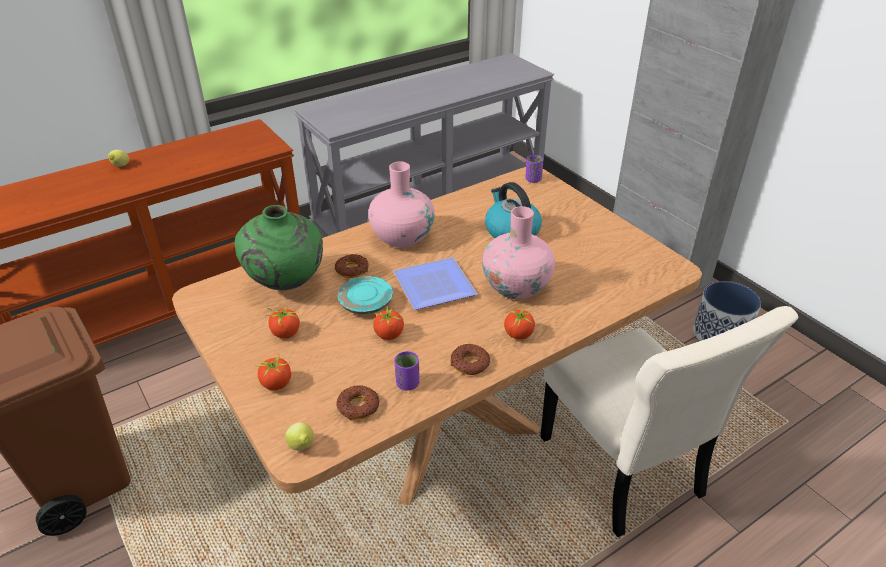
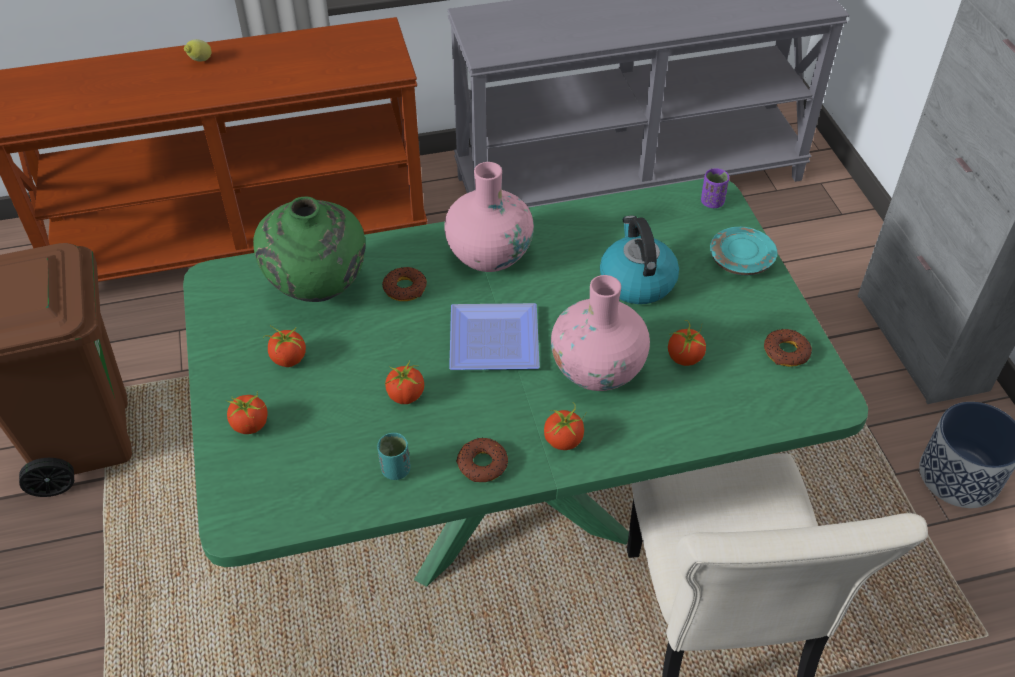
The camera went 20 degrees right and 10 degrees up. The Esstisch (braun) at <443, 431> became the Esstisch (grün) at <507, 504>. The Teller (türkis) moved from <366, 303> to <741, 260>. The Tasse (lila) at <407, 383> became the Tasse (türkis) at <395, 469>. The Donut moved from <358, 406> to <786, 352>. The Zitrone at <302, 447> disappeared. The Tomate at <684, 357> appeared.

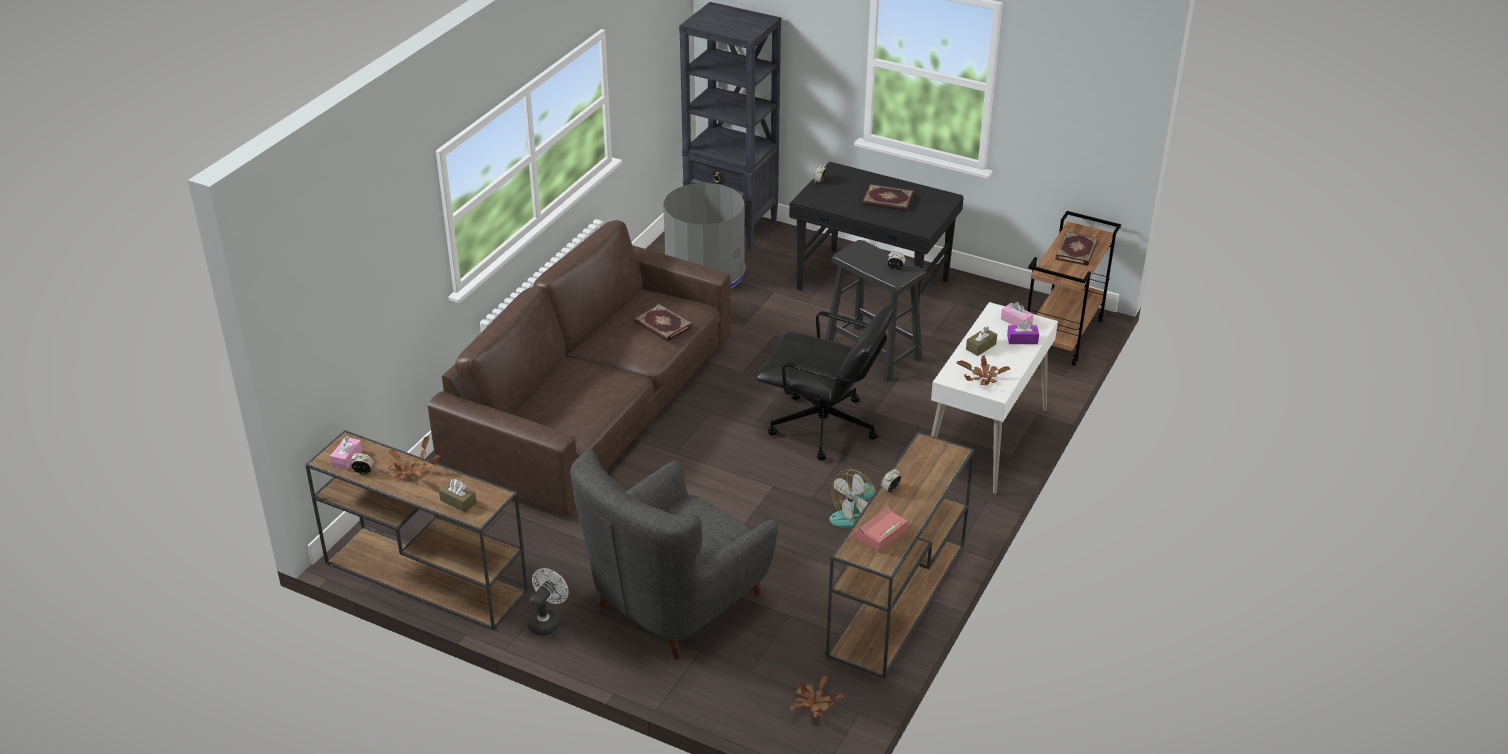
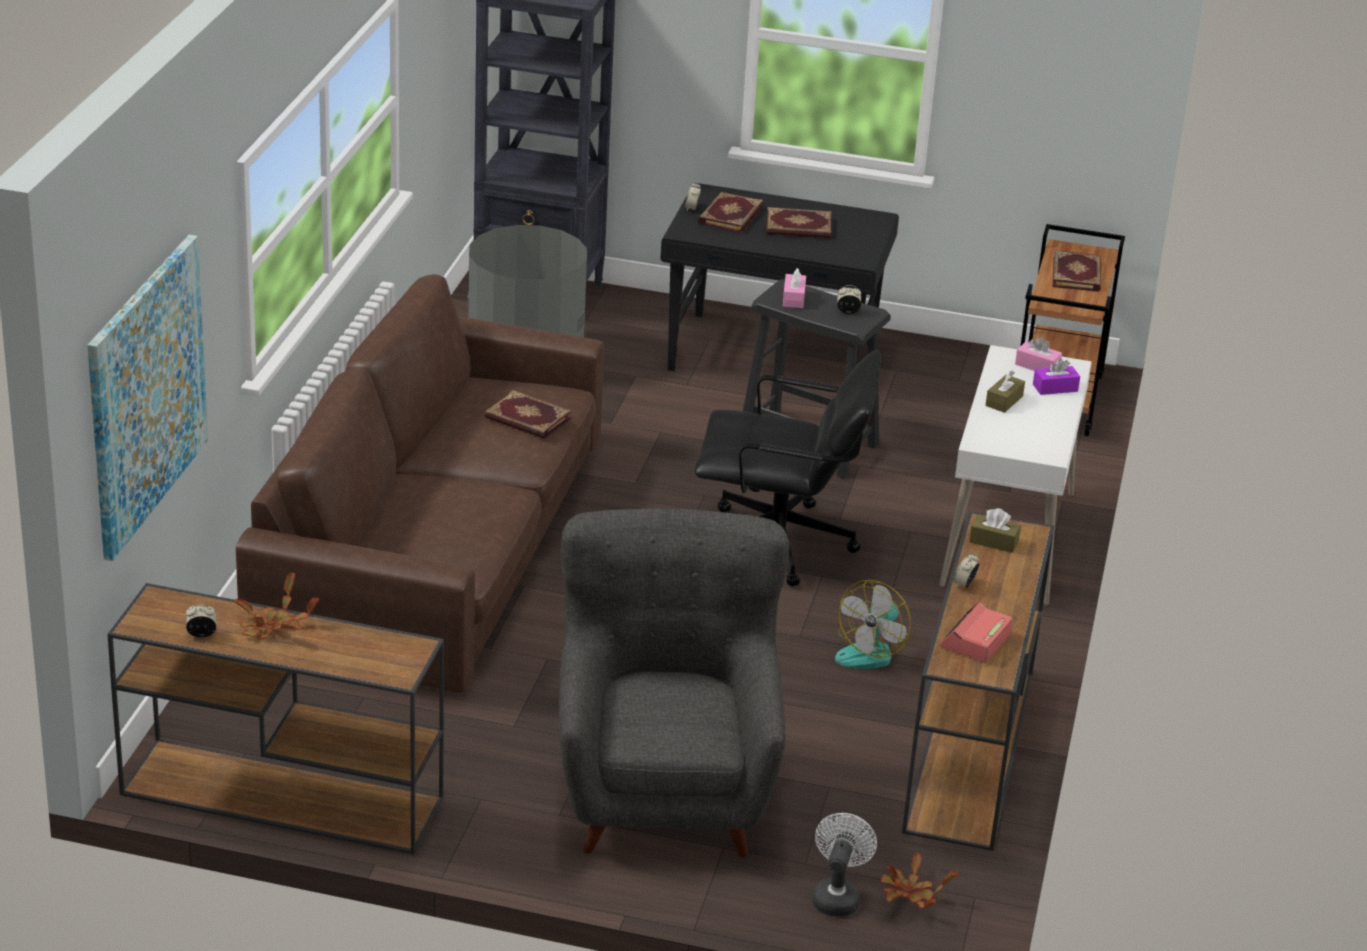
The camera went 15 degrees left and 5 degrees down. The Topfpflanze at <982, 378> disappeared. The Taschentuchbox (rosa) moved from <347, 458> to <793, 298>. The Sessel (grau) at <675, 603> turned 150 degrees clockwise. The Taschentuchbox (braun) moved from <458, 501> to <994, 541>. The Ventilator (weiß) moved from <547, 621> to <837, 896>. The Buch at <729, 215> appeared. The Bild at <146, 394> appeared.

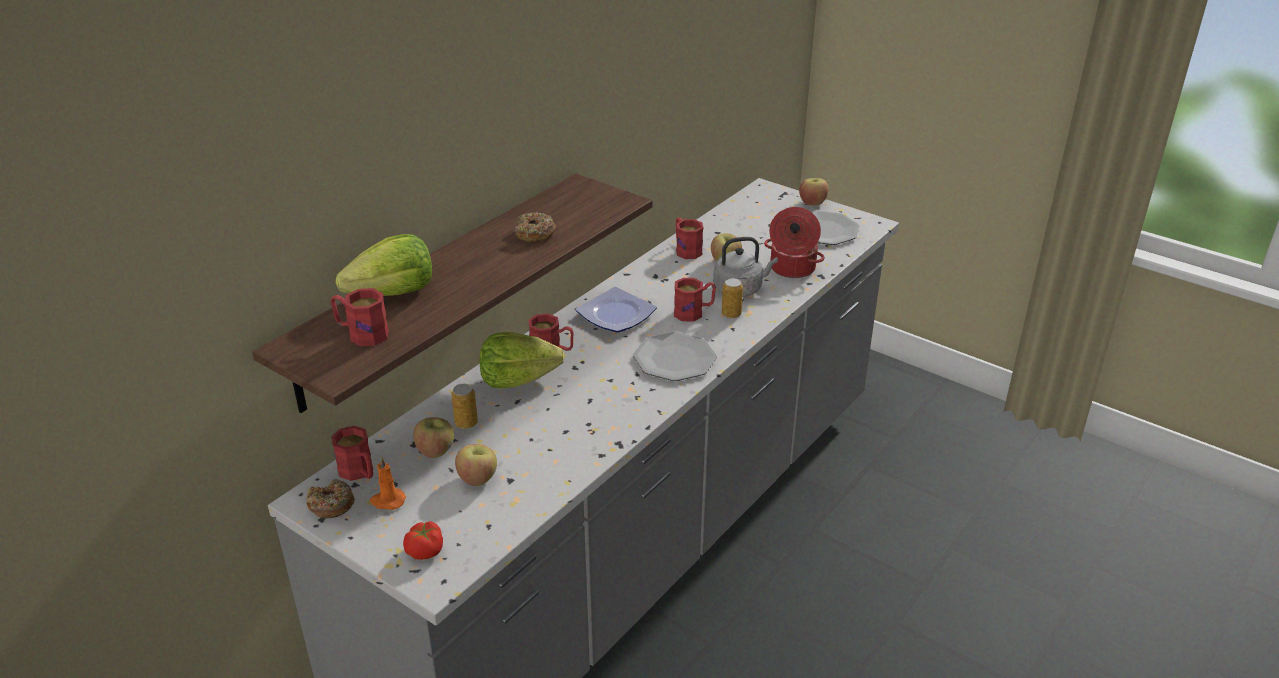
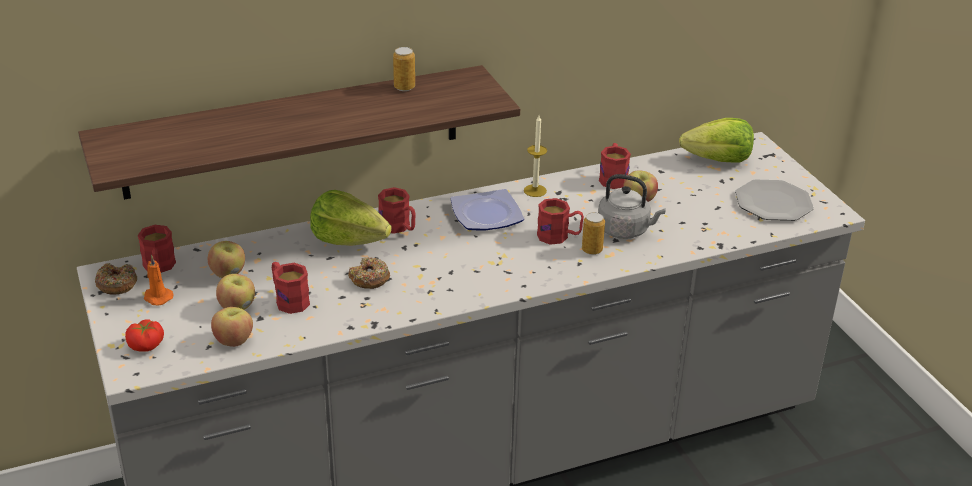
The camera went 30 degrees right and 0 degrees up. The Apfel moved from <812, 203> to <234, 340>. The Kochtopf at <791, 268> disappeared. The Donut moved from <535, 234> to <369, 279>. The Salatkopf moved from <393, 293> to <718, 160>. The Henkelbecher (rot) moved from <361, 333> to <288, 299>. The Teller at <674, 359> disappeared. The Dose moved from <466, 423> to <404, 87>. The Kerze at <535, 190> appeared.

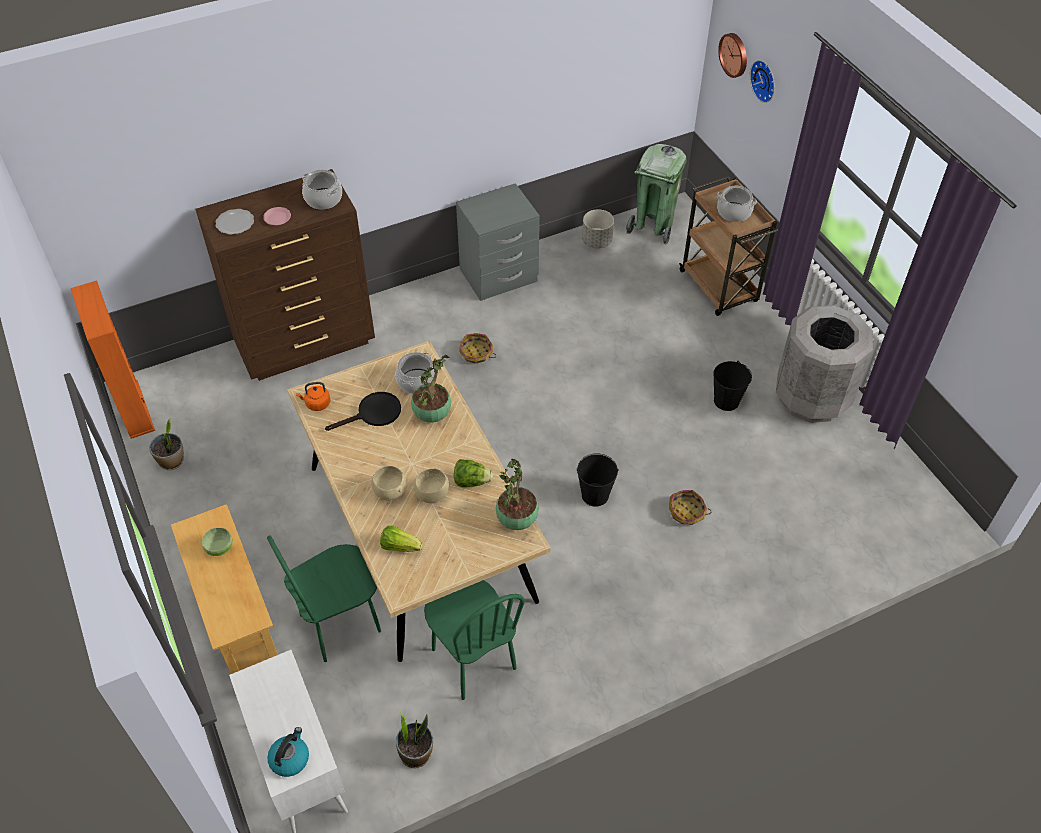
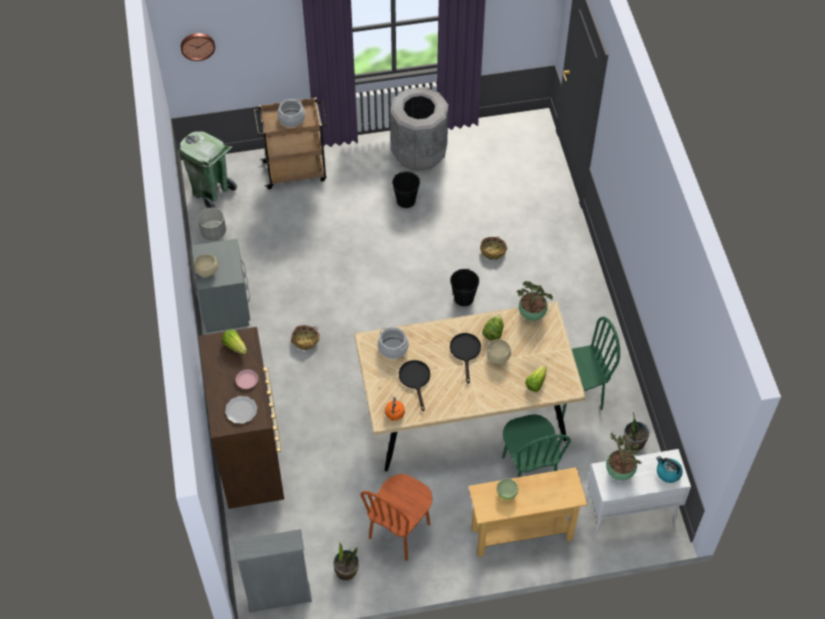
The camera went 75 degrees left and 5 degrees up. The Wanduhr at <765, 80> disappeared. The Kochtopf at <324, 199> was replaced by the Salatkopf at <235, 346>. The Bücherregal (orange) at <134, 409> became the Bücherregal (grau) at <279, 597>. The Topfpflanze moved from <432, 414> to <618, 471>. The Schüssel (beige) moved from <389, 491> to <206, 271>. The Pfanne (schwarz) at <465, 352> appeared. The Stuhl (braun) at <400, 531> appeared.

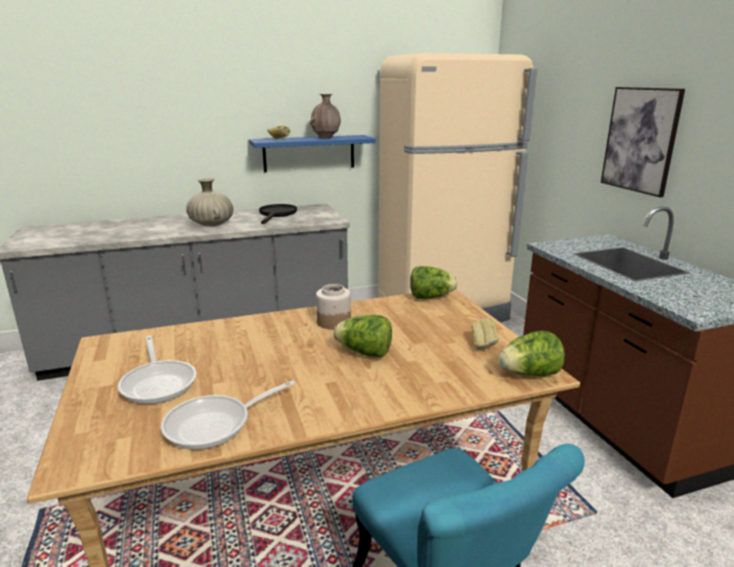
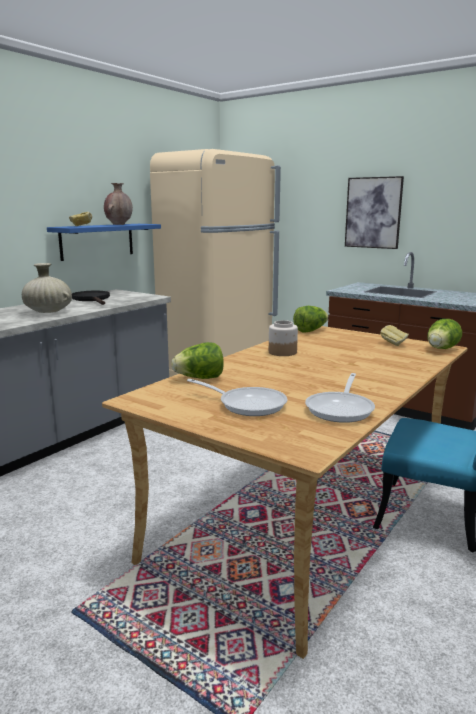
The camera went 35 degrees left and 5 degrees down. The Salatkopf moved from <364, 353> to <200, 378>.

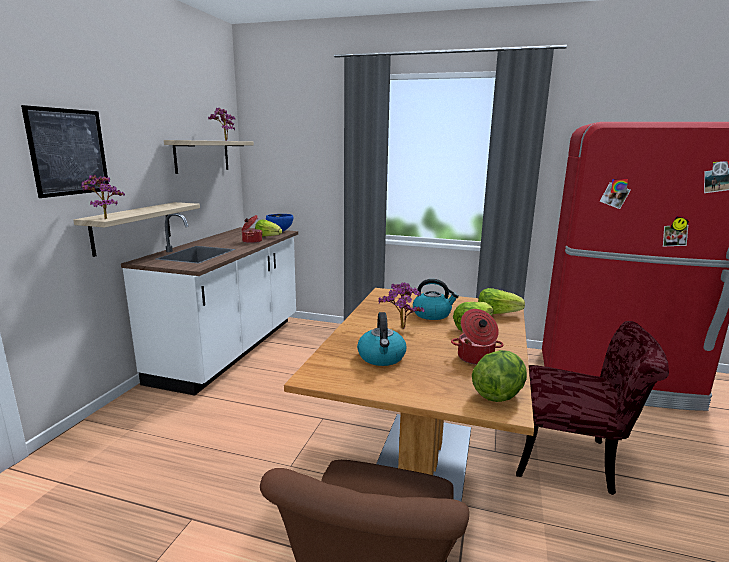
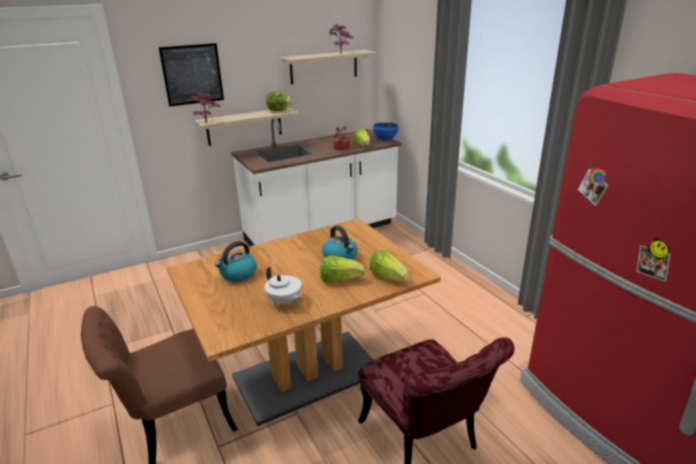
The camera went 45 degrees right and 10 degrees up. The Topfpflanze at <401, 329> disappeared. The Kochtopf at <475, 358> was replaced by the Teekanne (weiß) at <284, 301>. The Salatkopf moved from <498, 395> to <278, 110>.

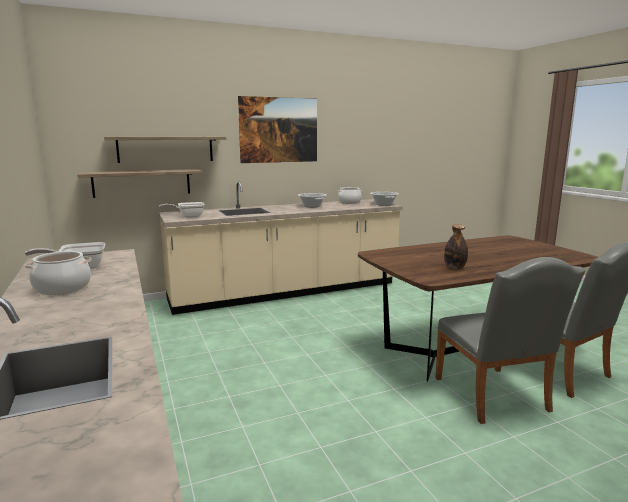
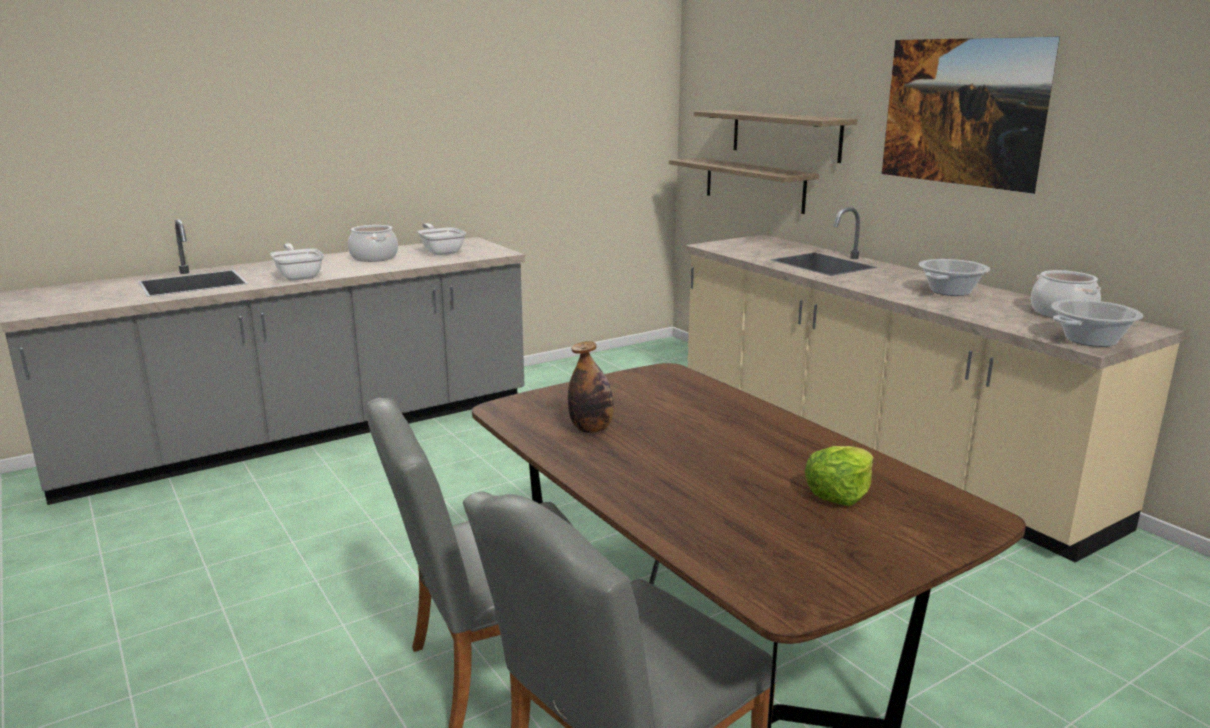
The camera went 80 degrees right and 5 degrees up. The Pfanne moved from <188, 216> to <299, 276>. The Salatkopf at <838, 494> appeared.

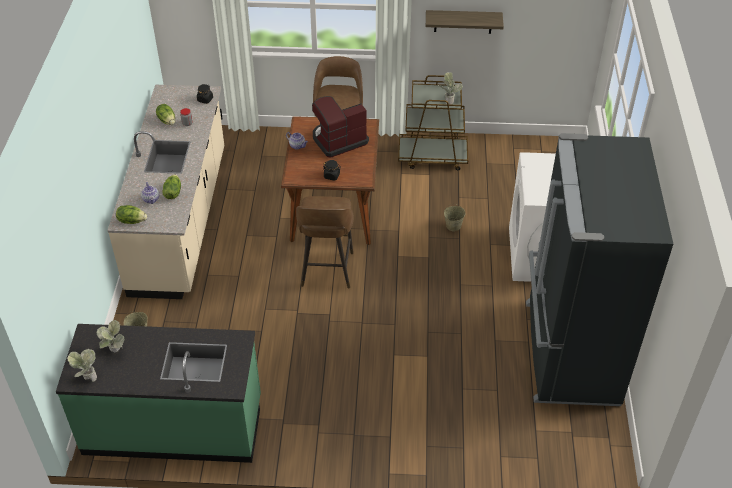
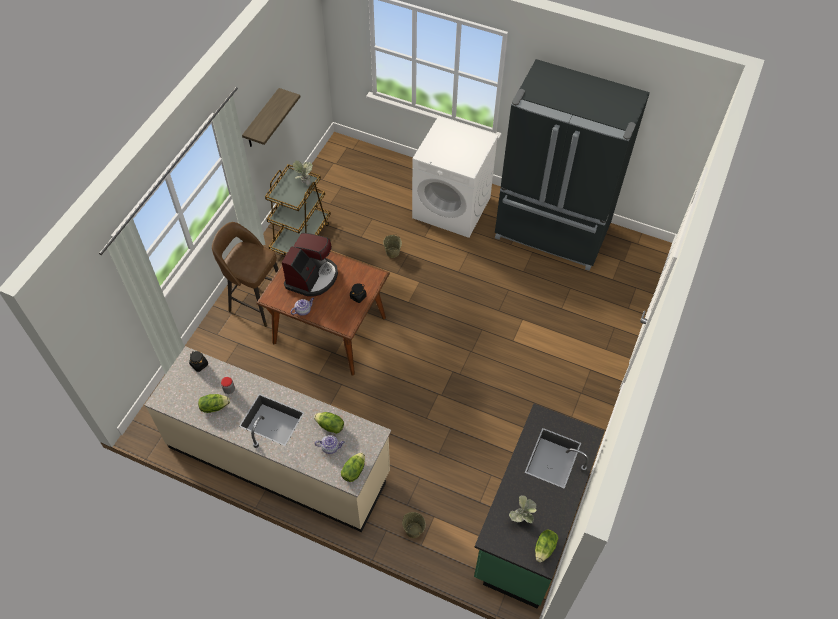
The camera went 70 degrees left and 10 degrees up. The Kaffeemaschine at <338, 140> turned 150 degrees counterclockwise. The Hocker (braun) at <326, 271> disappeared. The Topfpflanze at <87, 378> was replaced by the Salatkopf at <545, 548>.

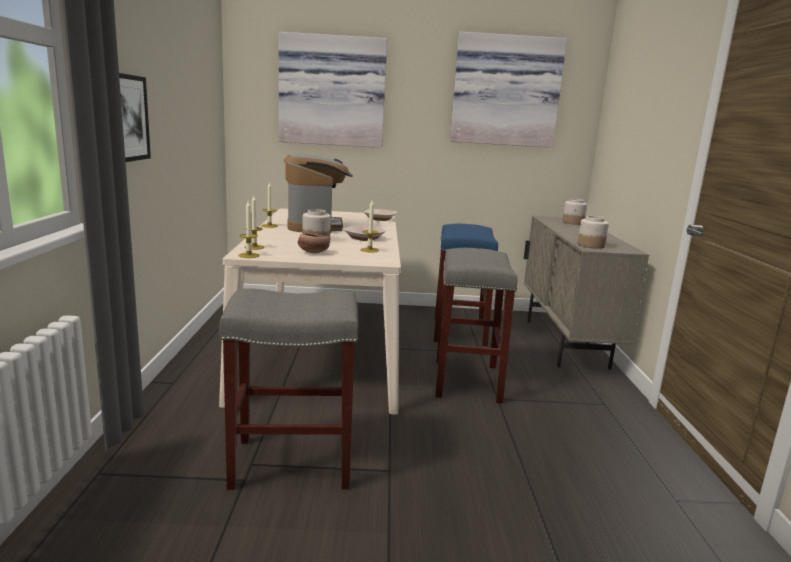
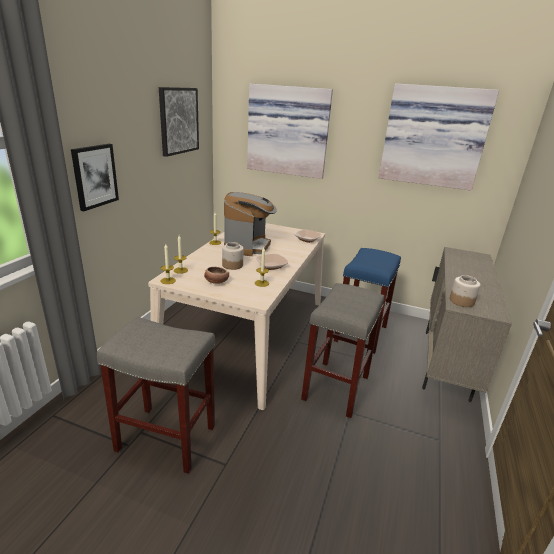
The camera went 20 degrees right and 10 degrees up. The Vorratsglas at <573, 222> disappeared. The Bild at <178, 120> appeared.

